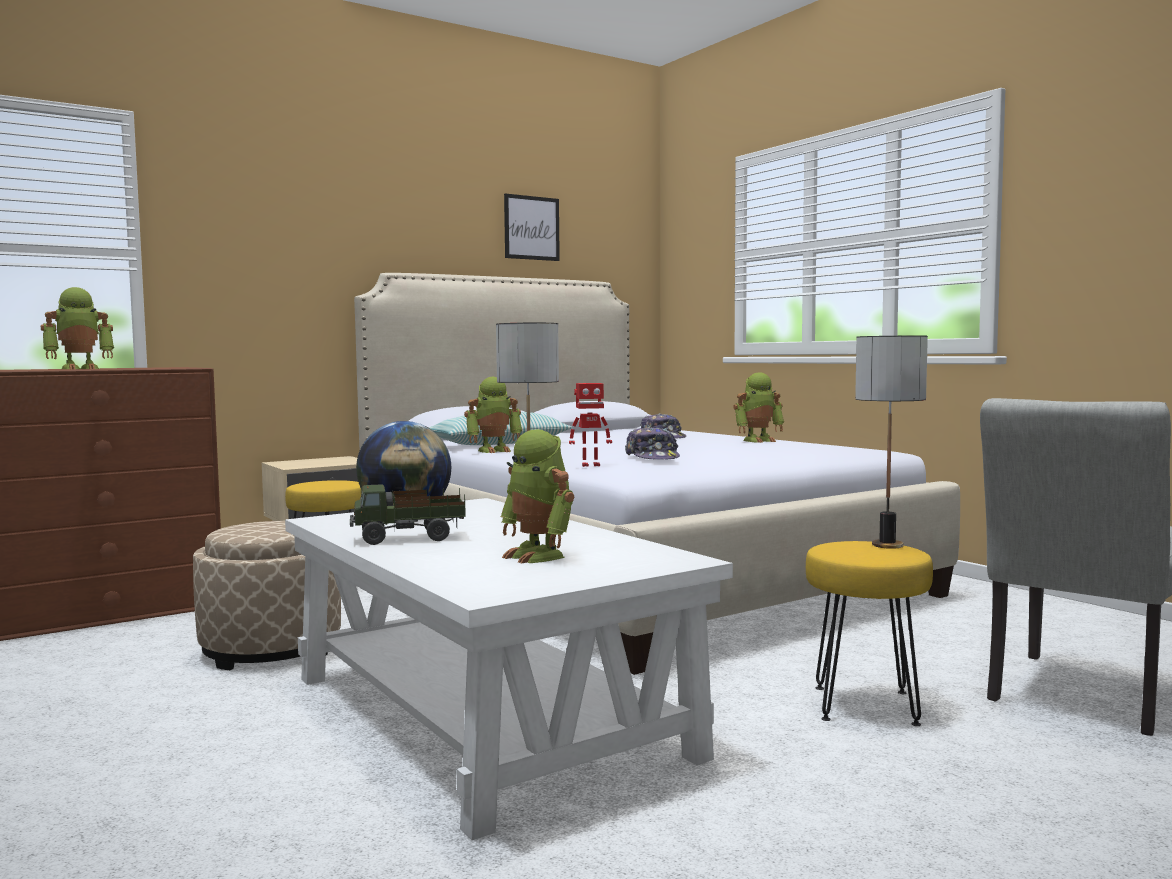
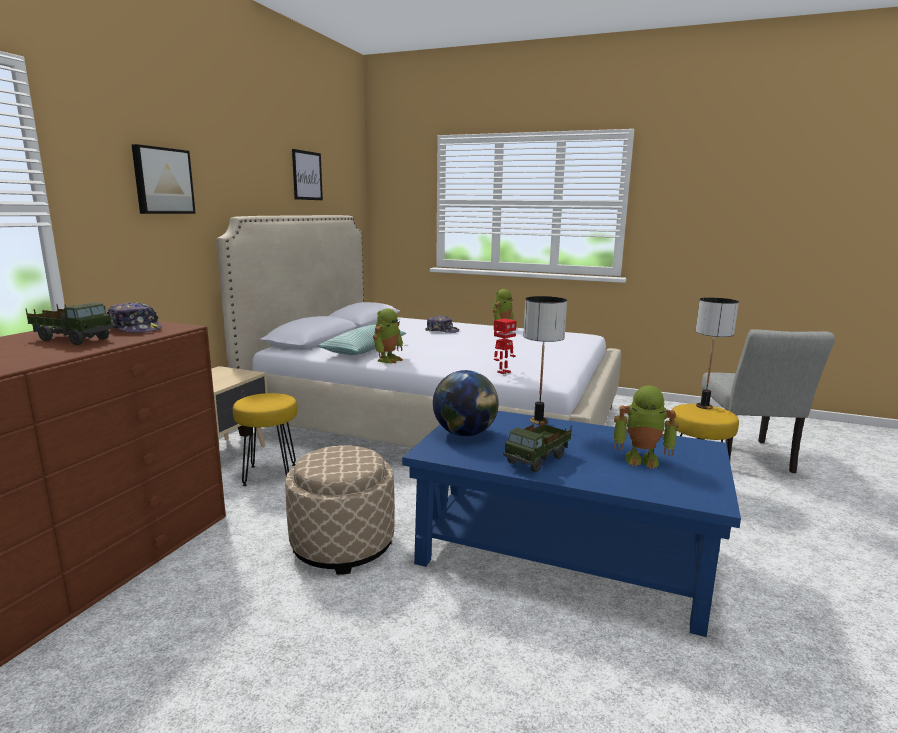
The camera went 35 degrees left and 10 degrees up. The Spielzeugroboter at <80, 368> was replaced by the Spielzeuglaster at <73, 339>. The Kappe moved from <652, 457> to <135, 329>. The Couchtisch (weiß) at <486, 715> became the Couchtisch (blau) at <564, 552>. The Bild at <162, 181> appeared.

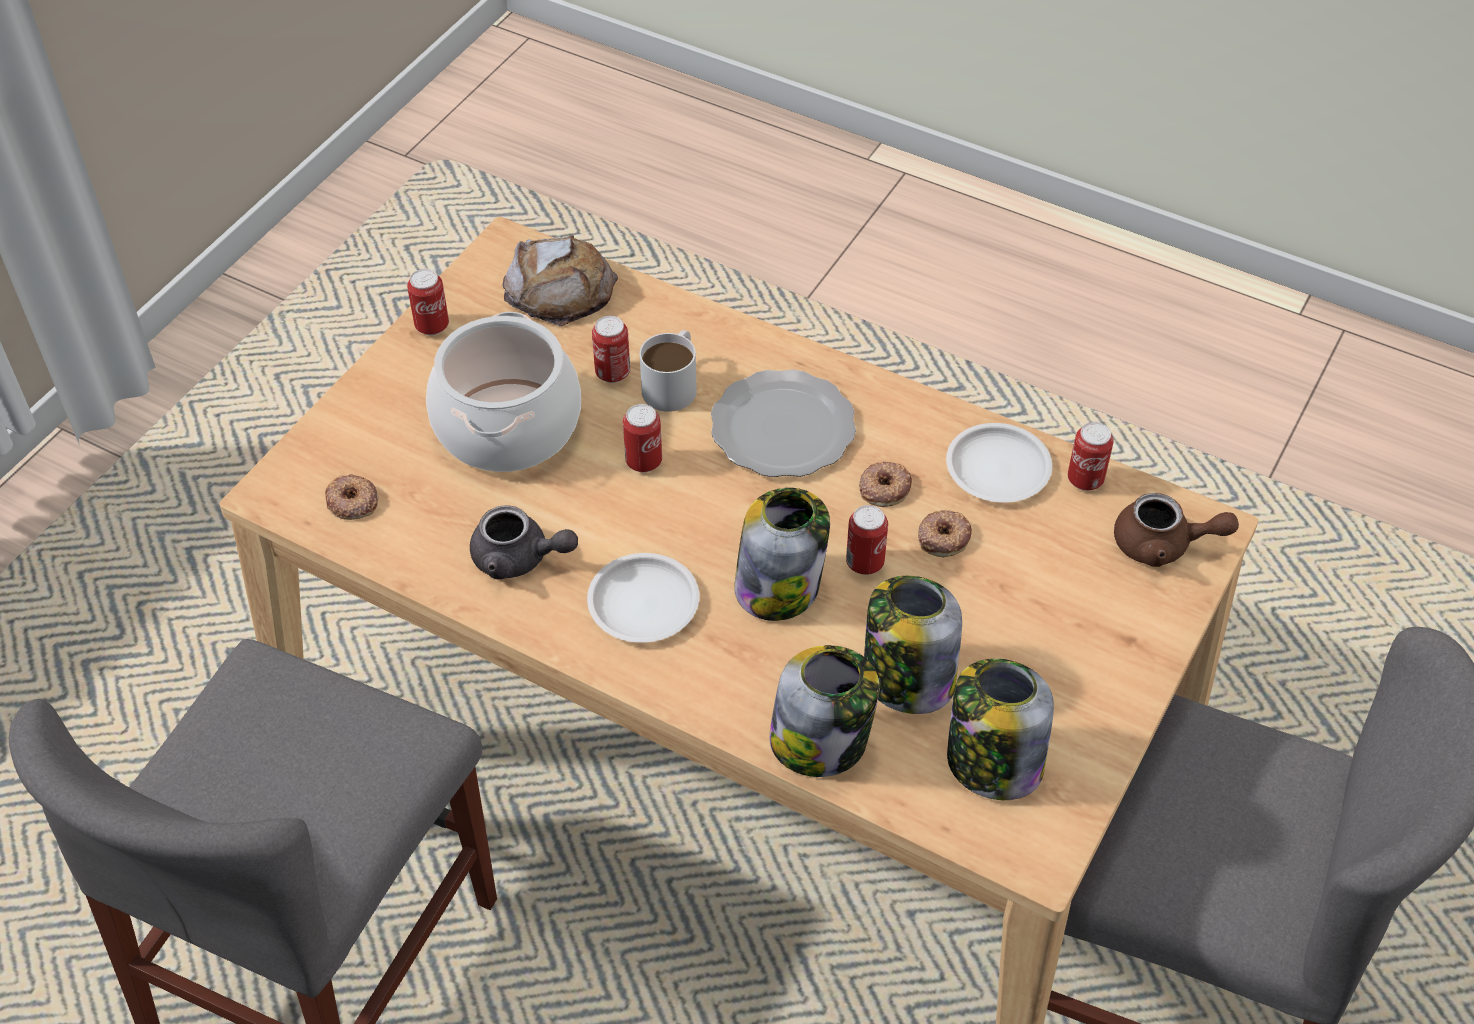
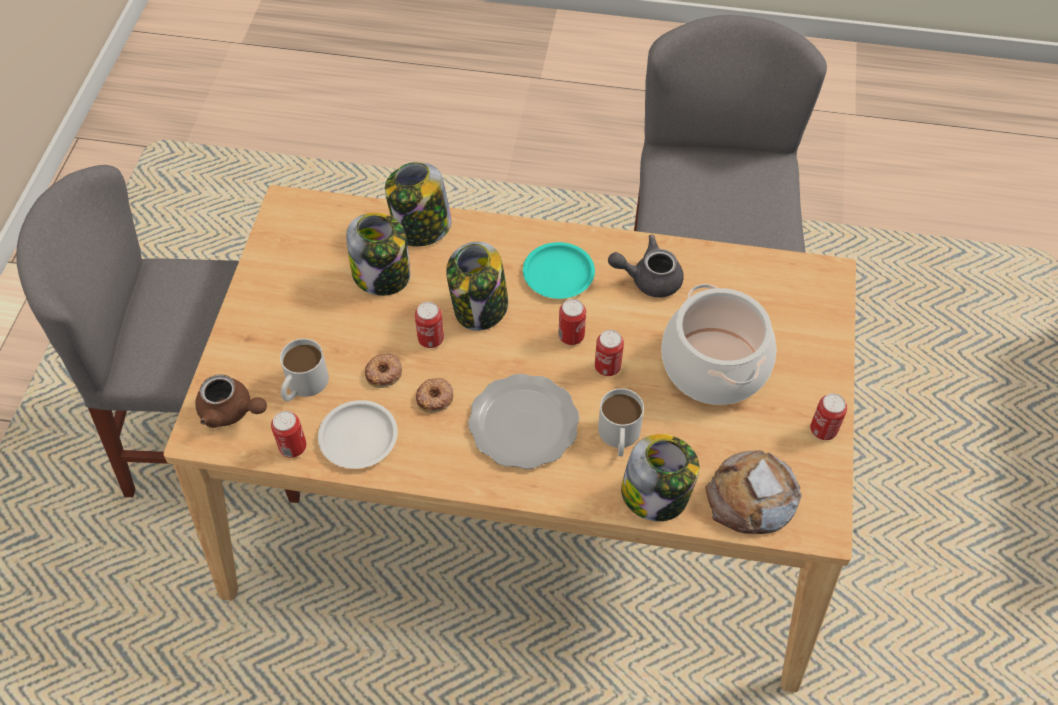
The camera went 160 degrees right and 5 degrees up. The Dose moved from <612, 373> to <571, 336>. The Donut at <352, 502> disappeared. The Teekanne (braun) at <1163, 545> turned 150 degrees counterclockwise. The Teller (weiß) at <643, 604> became the Teller (türkis) at <558, 274>. The Vorratsglas moved from <992, 763> to <656, 495>. The Henkelbecher (weiß) at <302, 386> appeared.

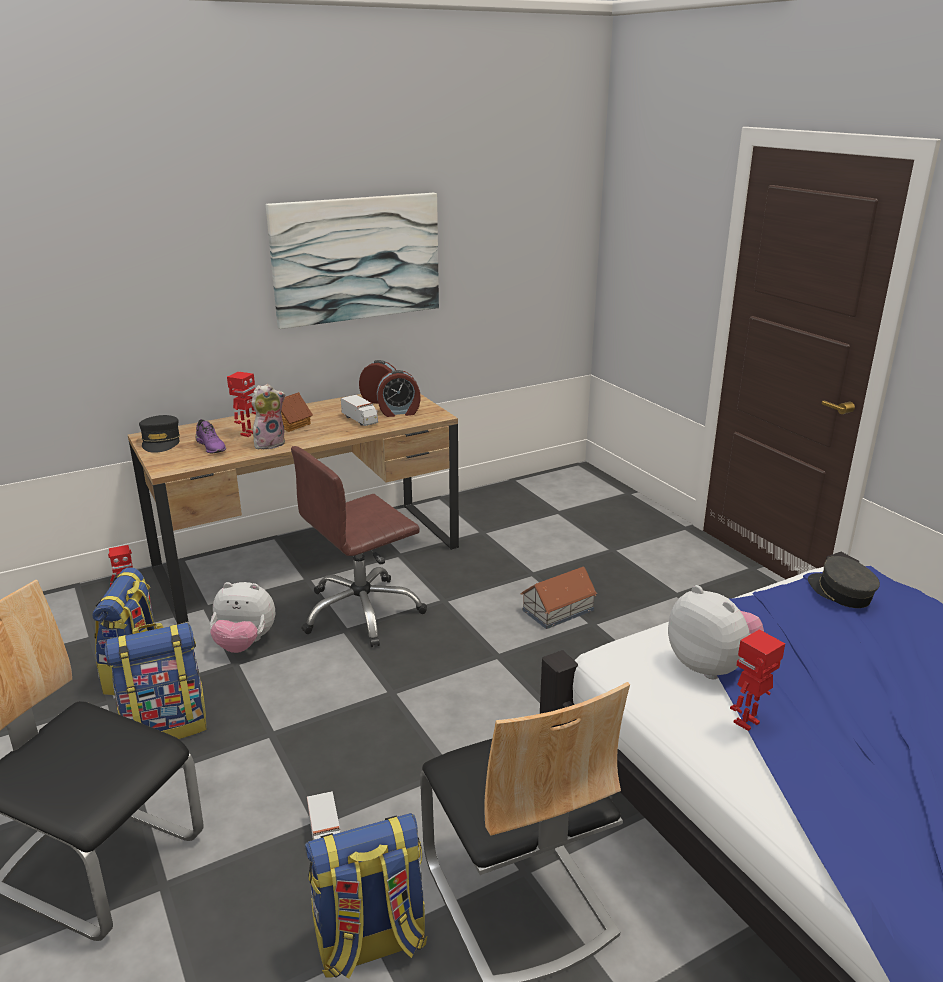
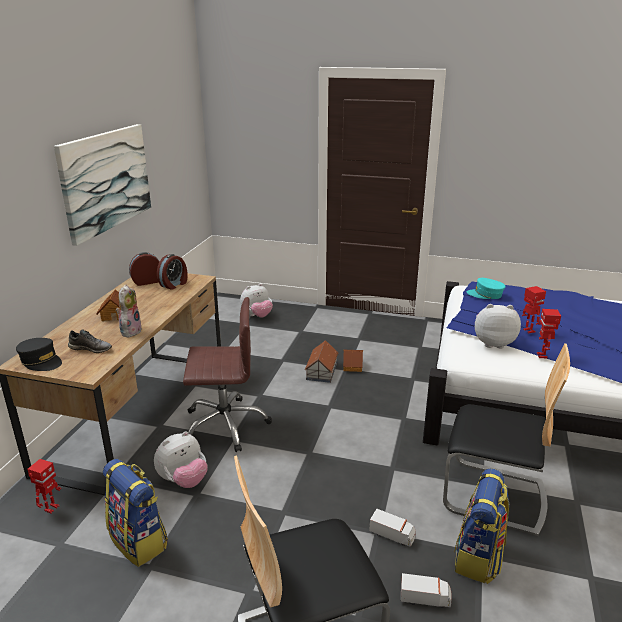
The camera went 45 degrees left and 0 degrees up. The Spielzeugroboter moved from <247, 434> to <528, 331>. The Spielzeuglaster moved from <360, 420> to <425, 598>. The Schuh (lila) at <212, 447> became the Schuh (grau) at <91, 348>. The Bürostuhl (braun) at <362, 612> turned 105 degrees counterclockwise. The Kappe (grau) at <840, 592> became the Kappe (türkis) at <485, 294>. The Rucksack at <166, 725> disappeared. The Plüschtier at <257, 316> appeared. The Spielzeughaus at <353, 366> appeared.

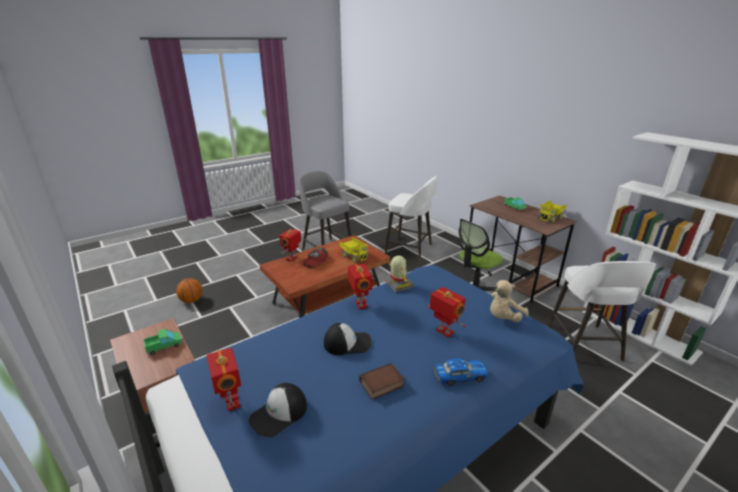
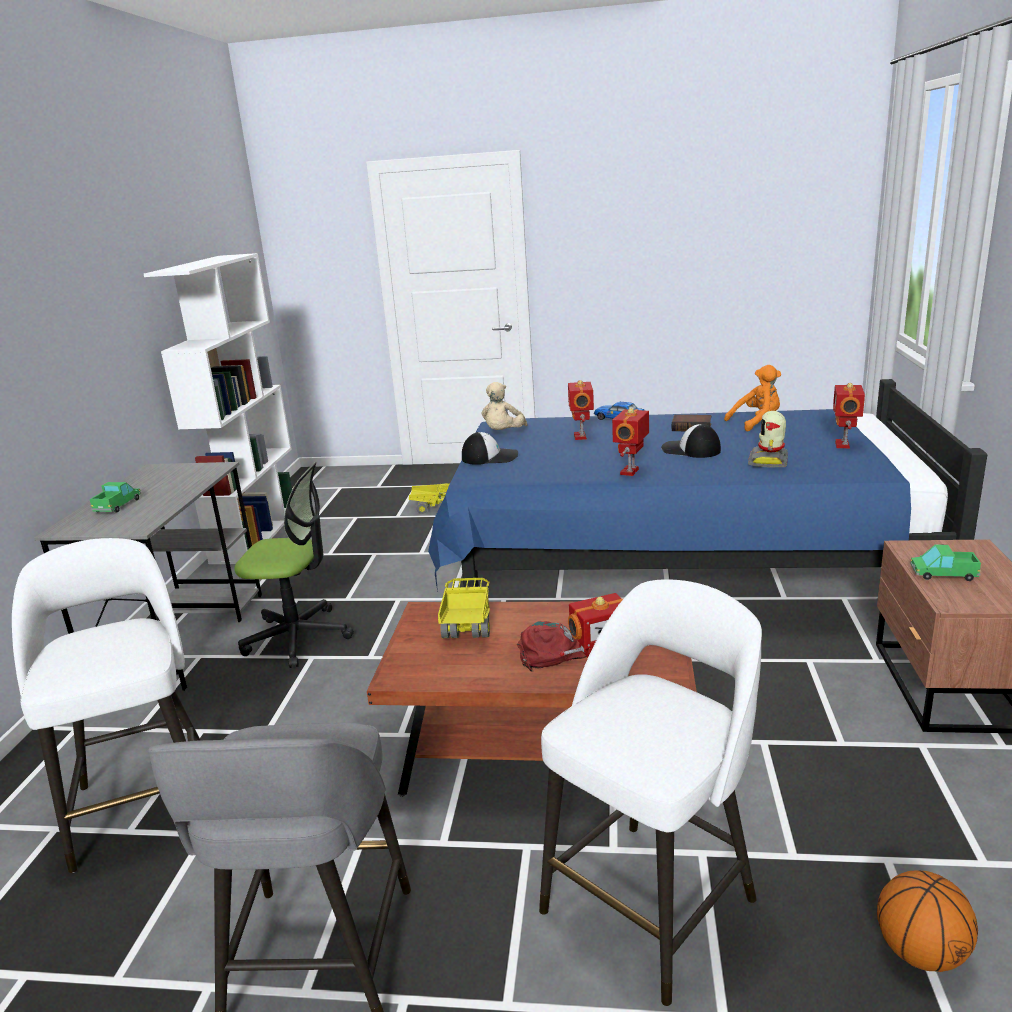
The camera went 135 degrees left and 5 degrees down. The Schreibtisch (braun) at <510, 276> became the Schreibtisch (grau) at <182, 636>. The Spielzeuglaster moved from <550, 218> to <431, 508>. The Spielzeugroboter moved from <398, 284> to <769, 461>. The Hocker (weiß) moved from <584, 344> to <652, 901>. The Plüschtier (beige) at <503, 318> turned 105 degrees clockwise. The Kappe moved from <279, 414> to <490, 457>. The Plüschtier (orange) at <756, 422> appeared.

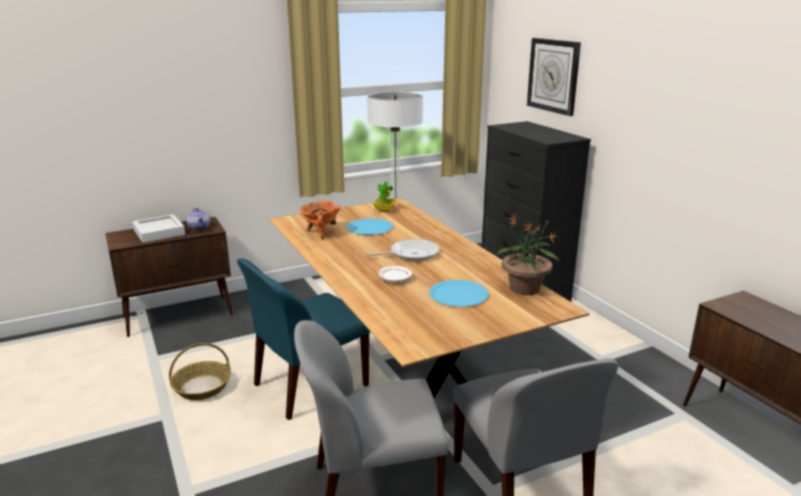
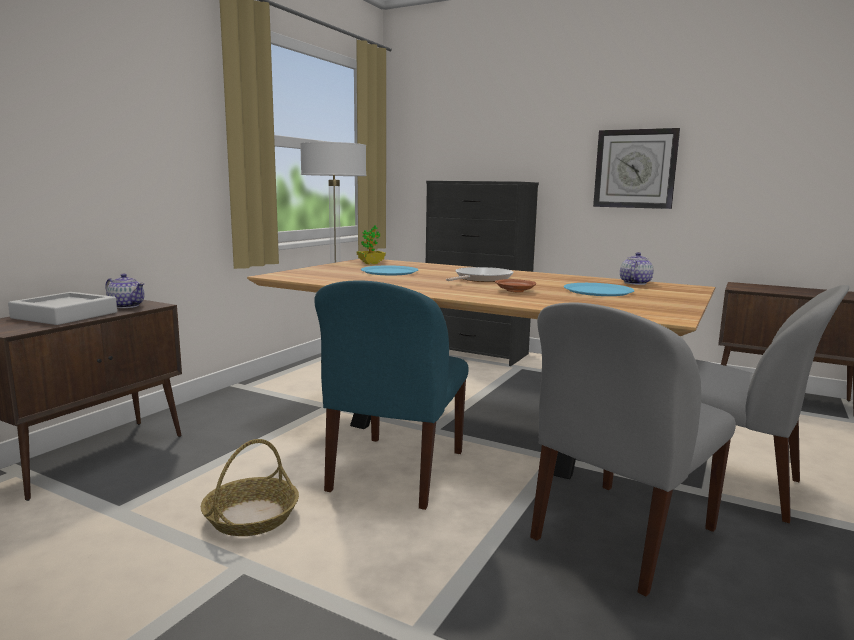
The camera went 35 degrees left and 10 degrees down. The Wanduhr moved from <553, 75> to <635, 169>. The Kochtopf (orange) at <321, 233> disappeared. The Topfpflanze at <524, 289> was replaced by the Teekanne at <634, 283>. The Teller (weiß) at <394, 279> became the Teller (braun) at <514, 291>.

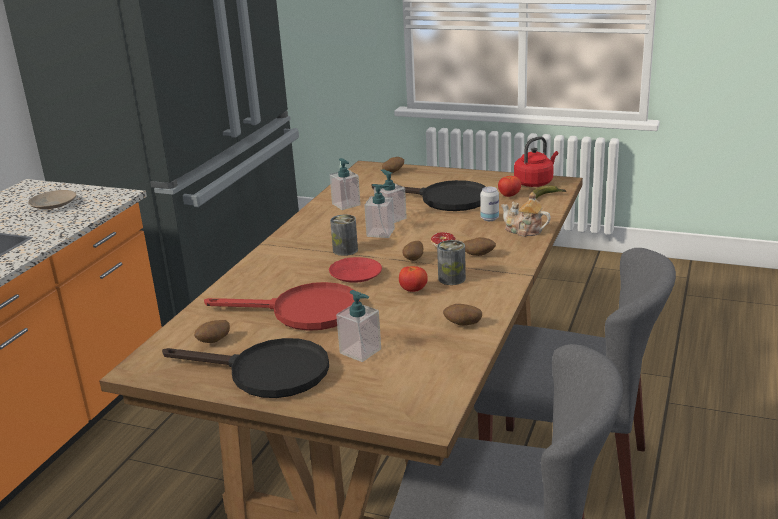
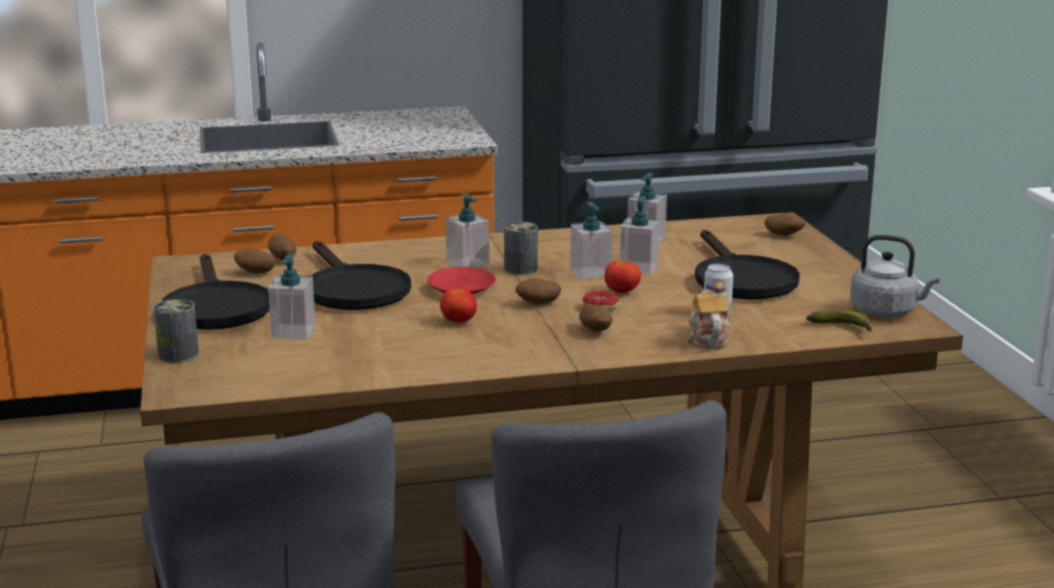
The camera went 55 degrees right and 5 degrees down. The Wasserkessel (rot) at <535, 182> became the Wasserkessel (grau) at <887, 312>. The Tomate moved from <509, 195> to <622, 292>. The Teller (beige) at <53, 205> disappeared. The Dose moved from <451, 278> to <178, 355>. The Pfanne (rot) at <303, 312> became the Pfanne (schwarz) at <352, 289>. The Kartoffel moved from <462, 325> to <282, 259>. The Seifenspender at <468, 263> appeared.

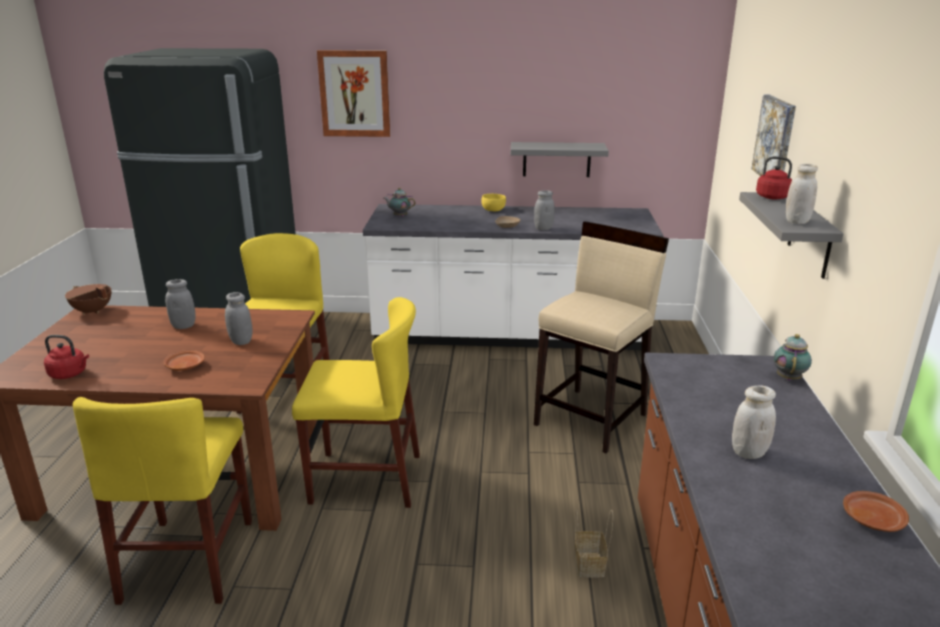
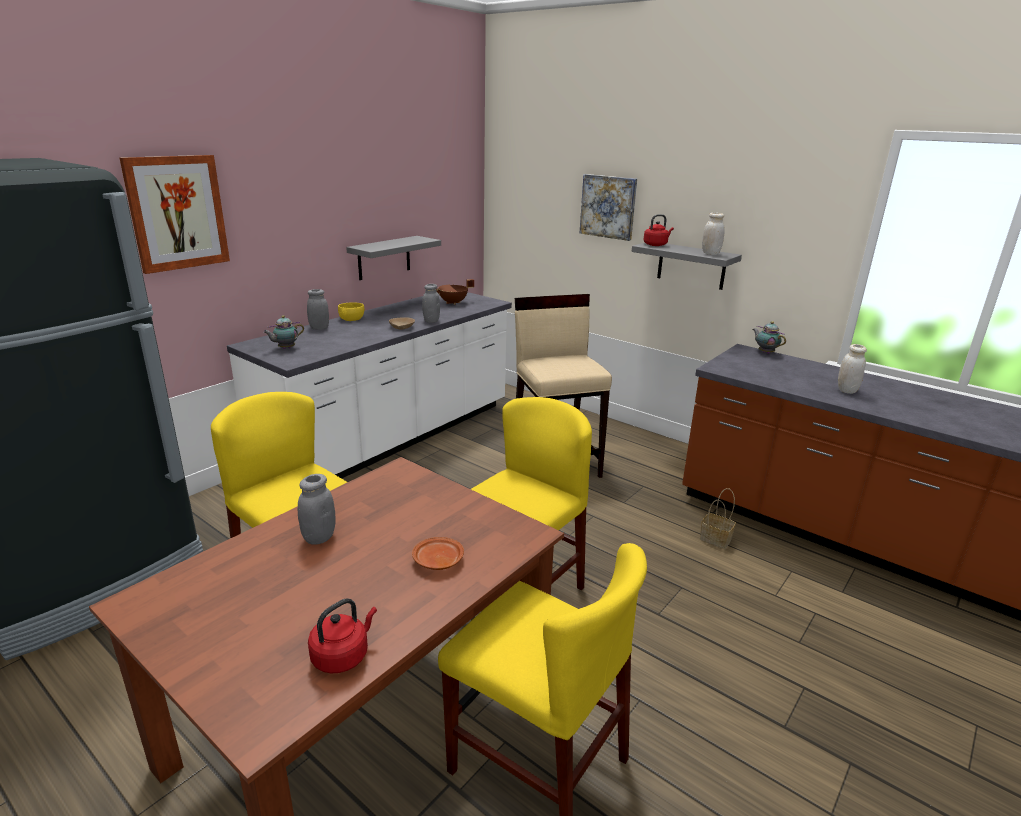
The camera went 55 degrees left and 0 degrees up. The Kochtopf (braun) moved from <92, 311> to <453, 303>. The Vorratsglas (grau) moved from <241, 341> to <319, 328>. The Teller (braun) at <872, 519> disappeared.

